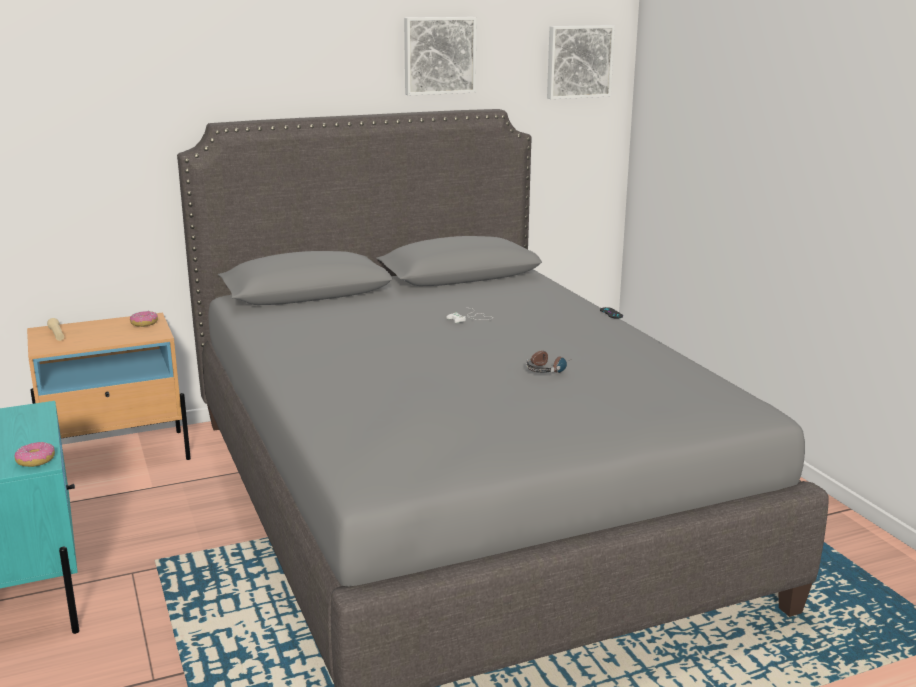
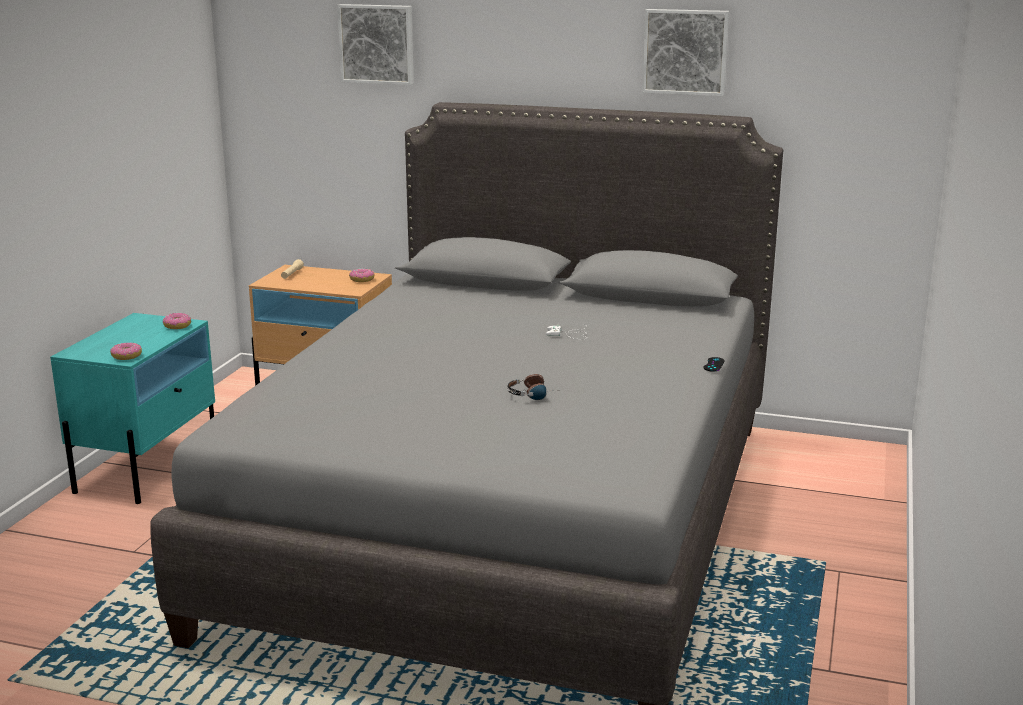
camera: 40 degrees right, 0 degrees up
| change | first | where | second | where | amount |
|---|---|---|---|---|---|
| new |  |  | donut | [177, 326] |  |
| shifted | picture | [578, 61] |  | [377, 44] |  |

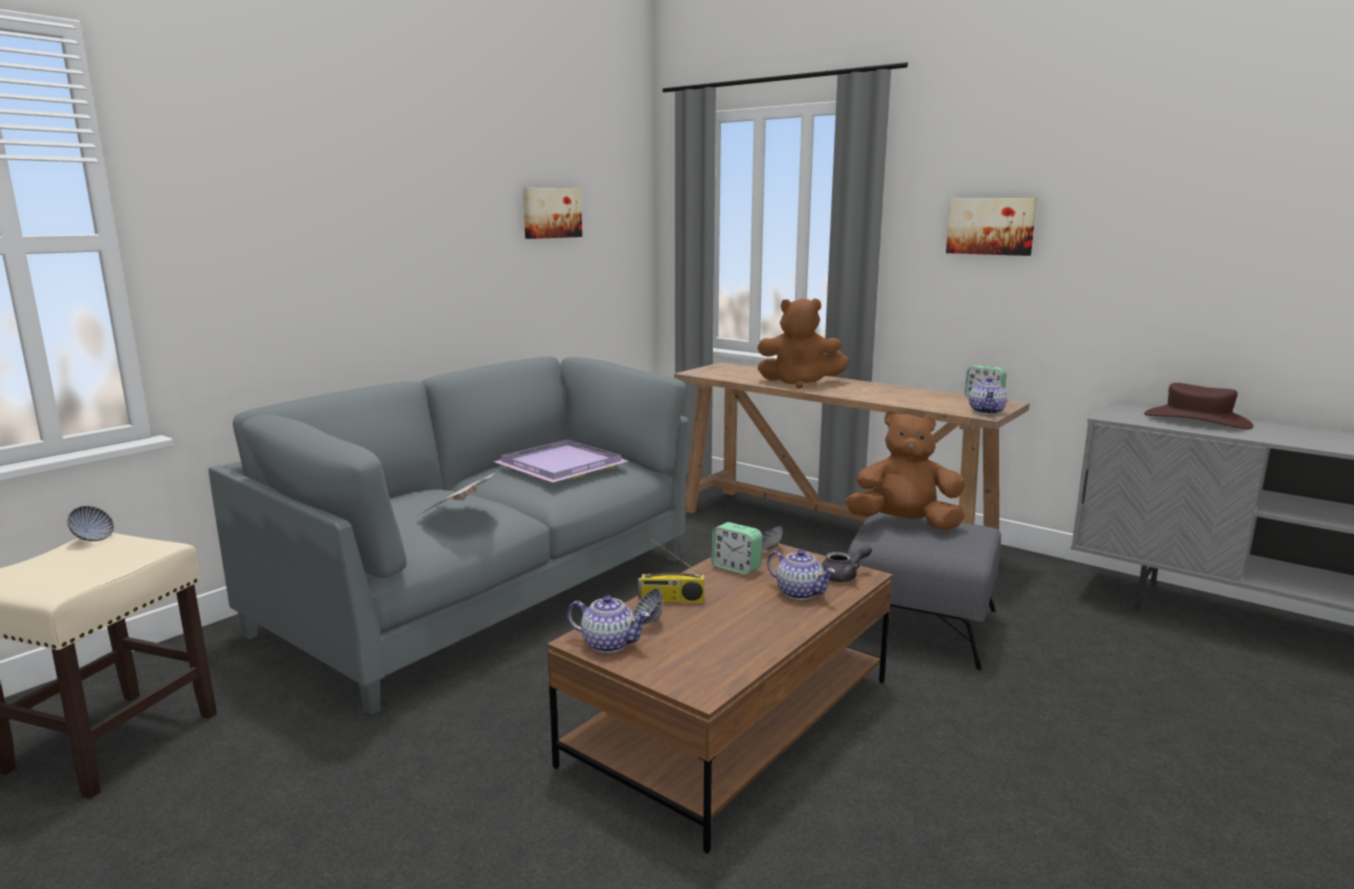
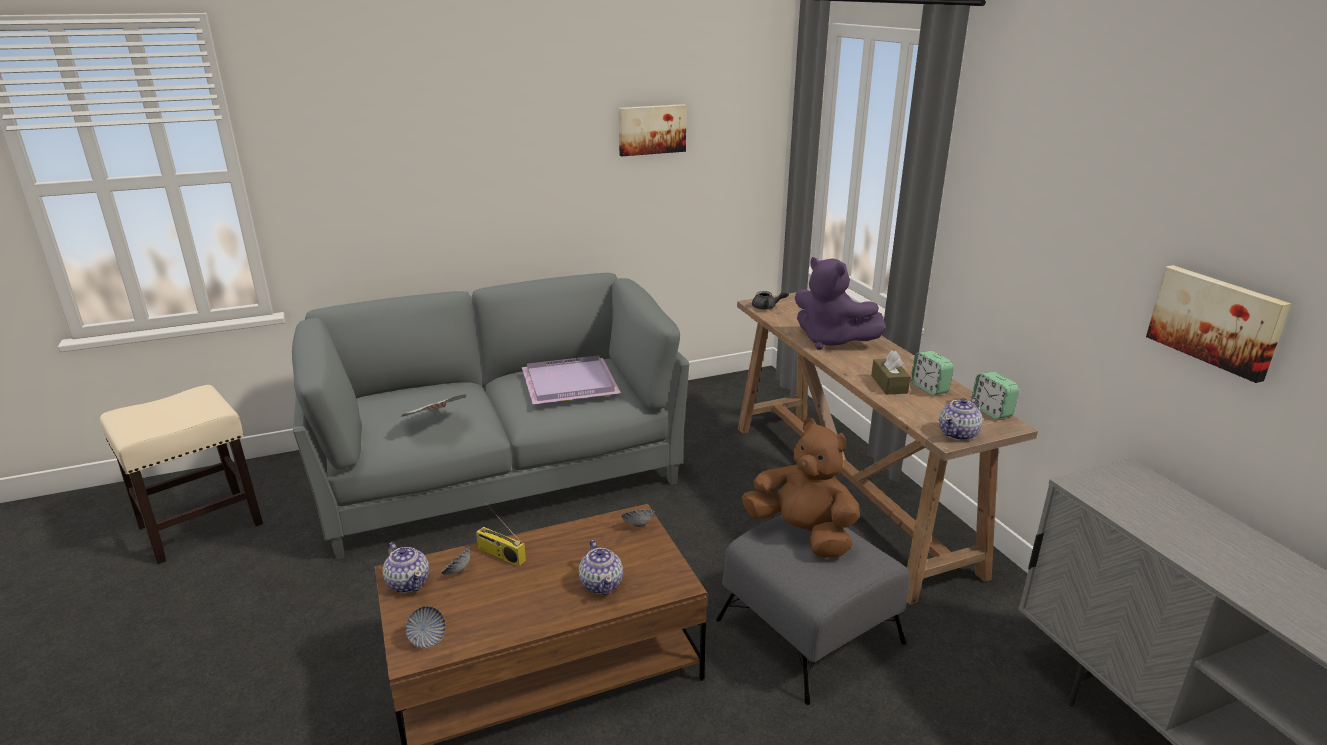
camera: 30 degrees right, 10 degrees up
| change | first | where | second | where | amount |
|---|---|---|---|---|---|
| shifted | bowl | [93, 538] |  | [427, 639] |  |
| shifted | teapot in grey | [844, 576] |  | [767, 307] |  |
| repainted | plush toy in brown | [799, 383] | plush toy in purple | [831, 341] |  |
| new |  |  | tissue box in brown | [889, 384] |  |
| shifted | alarm clock | [736, 567] |  | [929, 388] |  |
| shifted | picture | [991, 226] |  | [1216, 320] |  |
| gone | hat in brown | [1197, 420] |  |  |  |

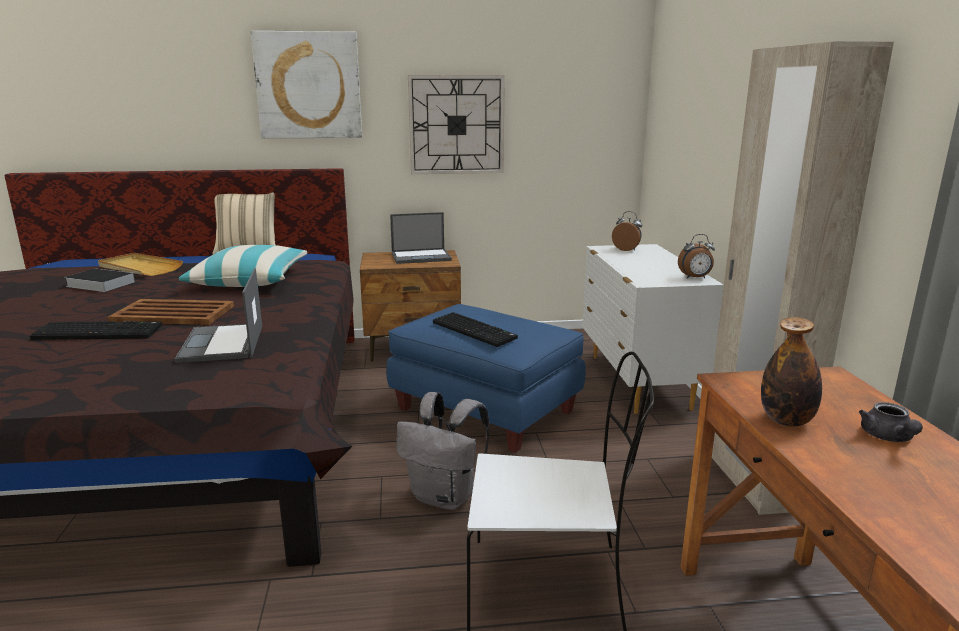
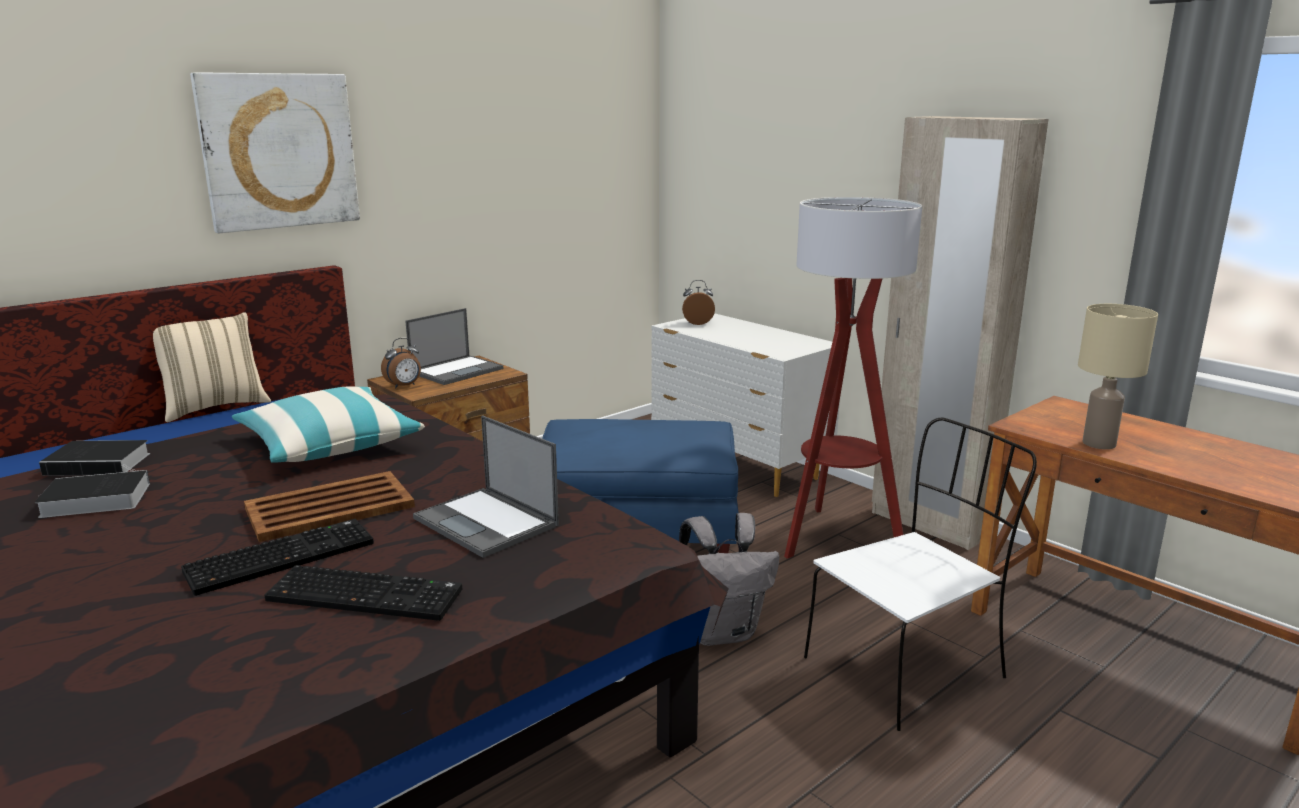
camera: 35 degrees left, 0 degrees up
| change | first | where | second | where | amount |
|---|---|---|---|---|---|
| swapped | tray in beige | [139, 268] | book | [101, 463] |  |
| shifted | keyboard | [475, 330] |  | [368, 594] |  |
| shifted | alarm clock | [695, 278] |  | [404, 386] |  |
| new |  |  | floor lamp | [835, 538] |  |
| swapped | bottle | [786, 420] | table lamp in beige | [1099, 443] |  |
| gone | wall clock | [456, 125] |  |  |  |
| gone | teapot in grey | [888, 438] |  |  |  |

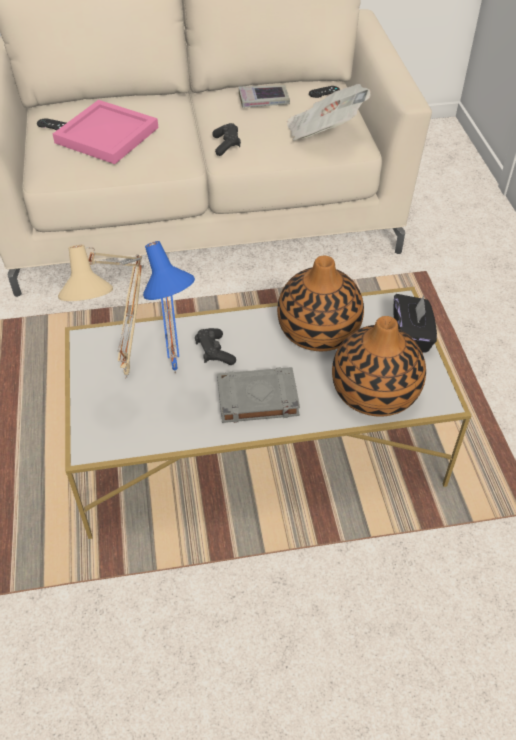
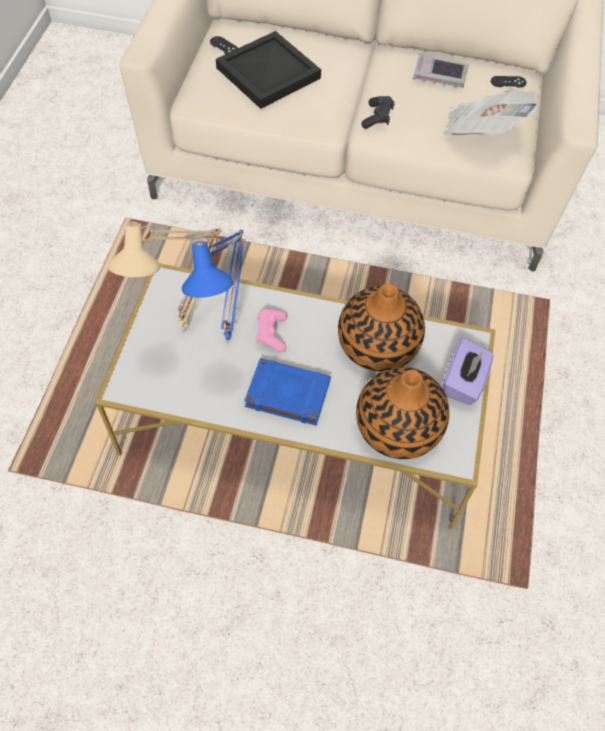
camera: 20 degrees right, 10 degrees up
| change | first | where | second | where | amount |
|---|---|---|---|---|---|
| repainted | tray in pink | [108, 135] | tray in black | [270, 73] |  |
| repainted | book in grey | [256, 399] | book in blue | [286, 394] |  |
| repainted | game controller in black | [214, 352] | game controller in pink | [271, 334] |  |
| repainted | tissue box in black | [411, 336] | tissue box in purple | [463, 382] |  |

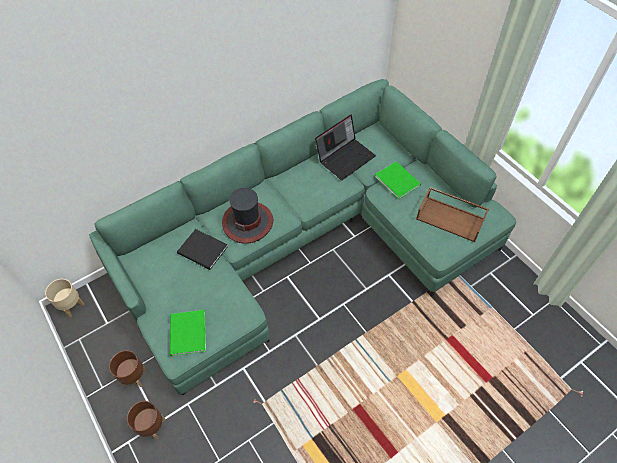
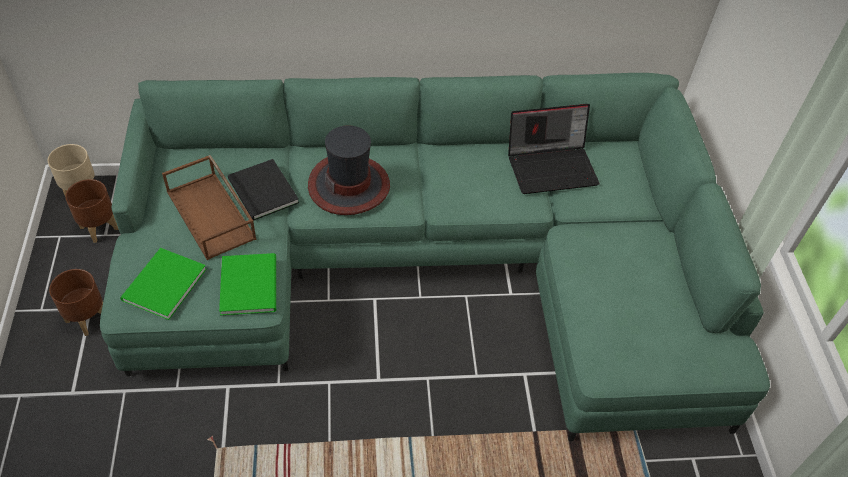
camera: 25 degrees right, 5 degrees down
| change | first | where | second | where | amount |
|---|---|---|---|---|---|
| shifted | planter in brown | [152, 426] |  | [100, 227] |  |
| shifted | tray in brown | [451, 218] |  | [212, 215] |  |
| shifted | book in green | [397, 179] |  | [251, 283] |  |

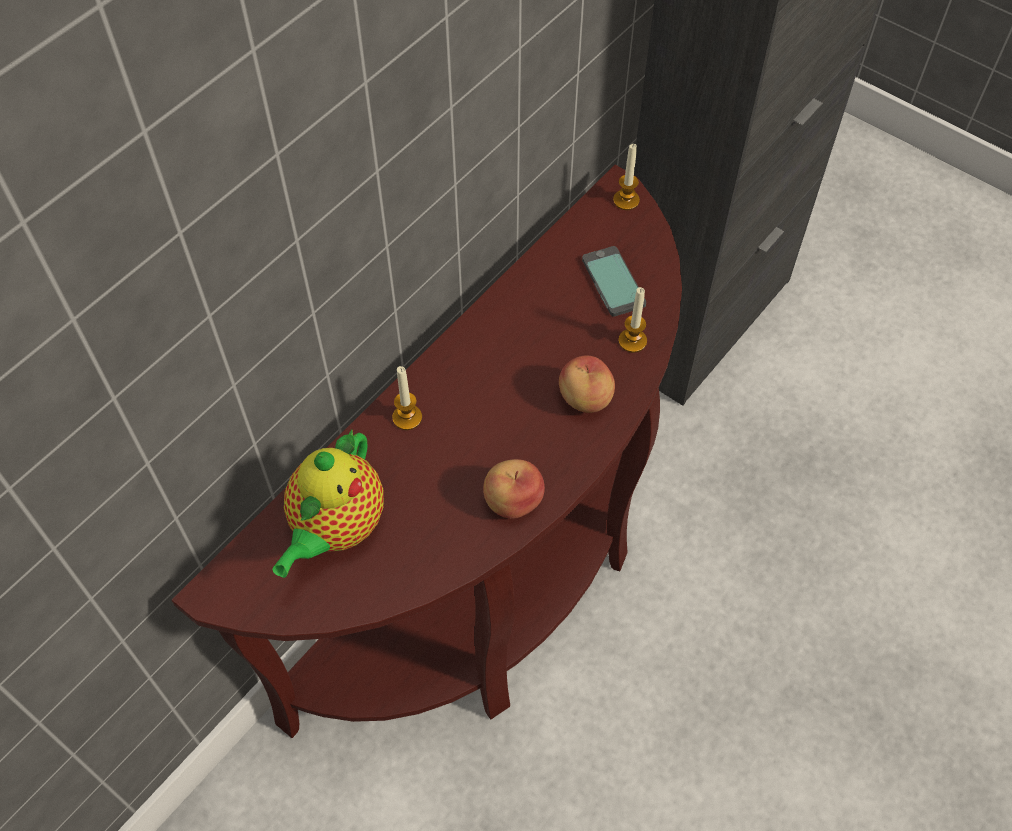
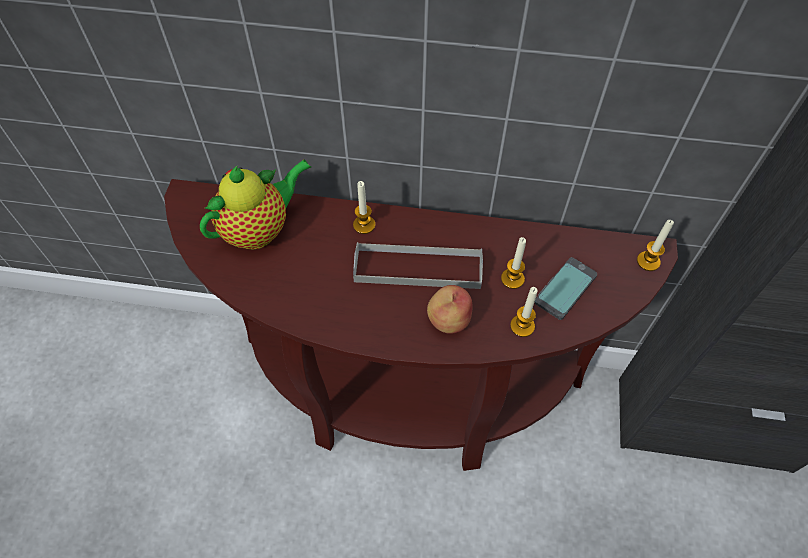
camera: 60 degrees right, 0 degrees up
| change | first | where | second | where | amount |
|---|---|---|---|---|---|
| rotated | teapot | [335, 528] |  | [260, 230] | 150 degrees clockwise |
| new |  |  | tray in grey | [418, 268] |  |
| new |  |  | candle | [512, 279] |  |
| gone | apple | [513, 500] |  |  |  |

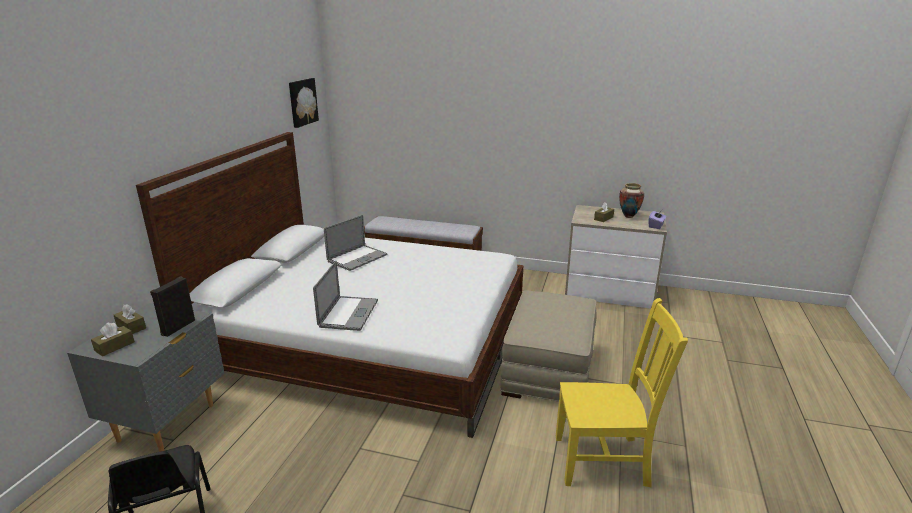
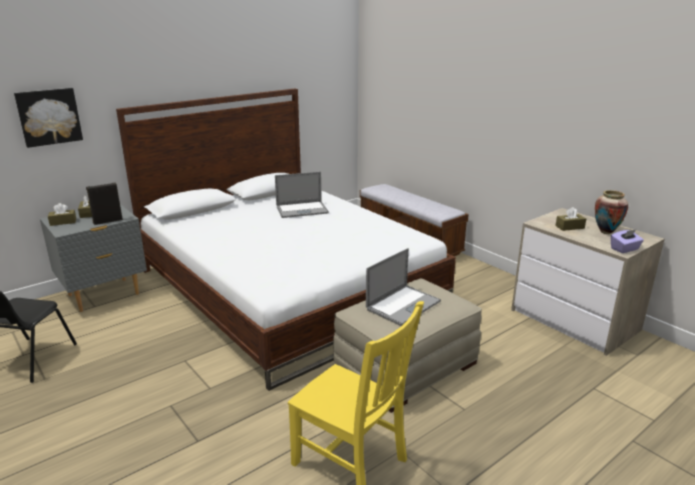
camera: 35 degrees right, 0 degrees up
| change | first | where | second | where | amount |
|---|---|---|---|---|---|
| shifted | picture | [302, 102] |  | [49, 116] |  |
| shifted | laptop | [348, 313] |  | [403, 305] |  |

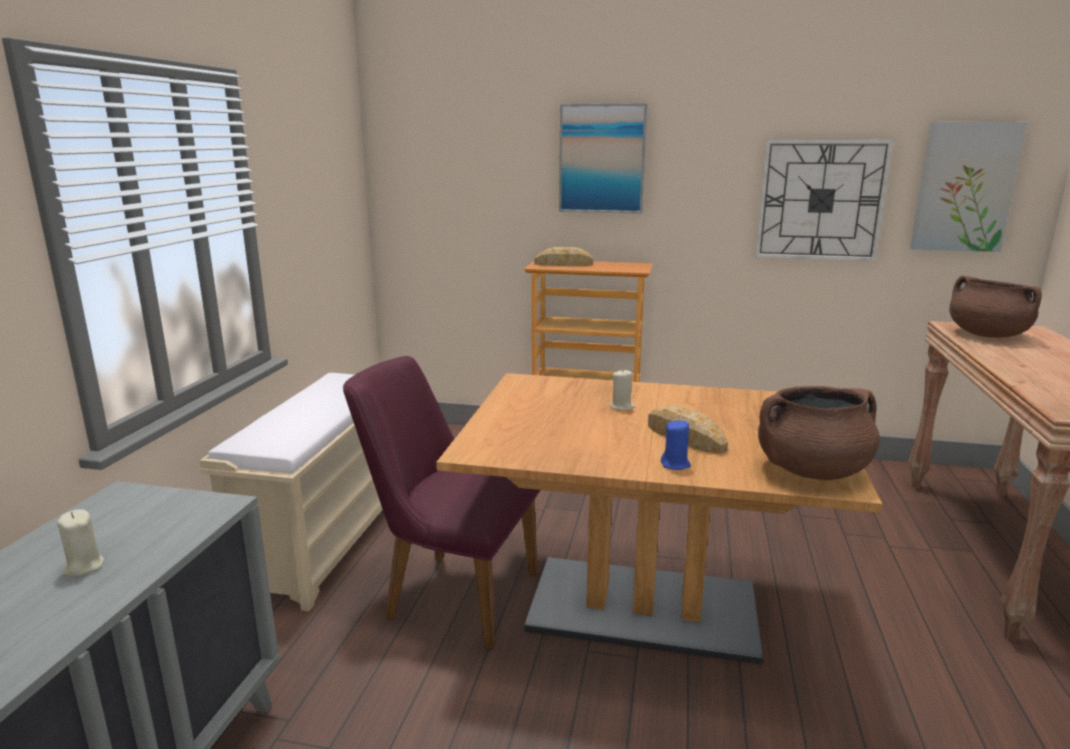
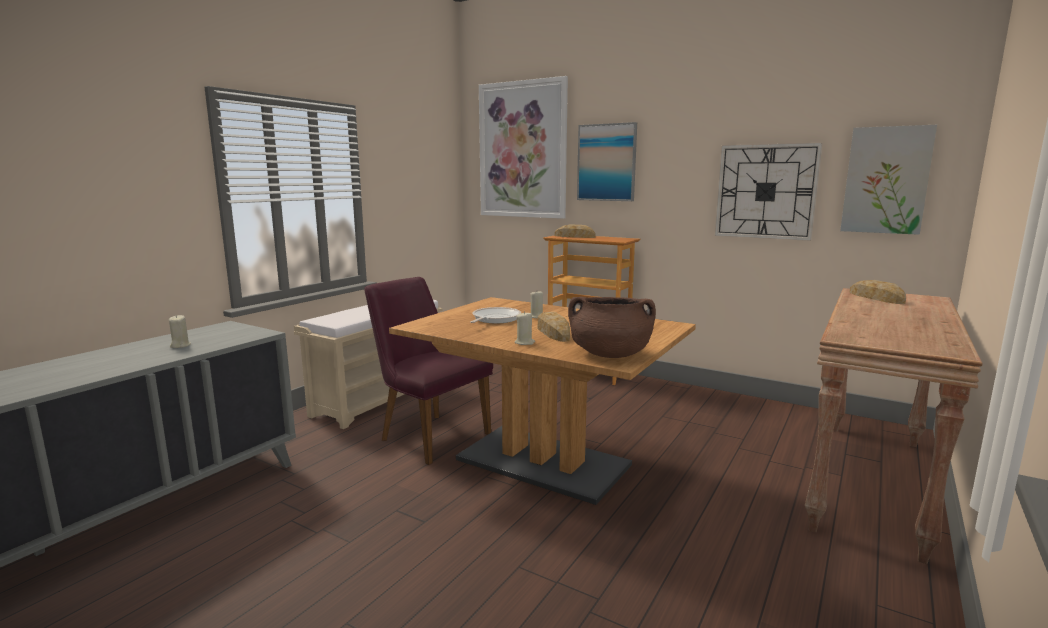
camera: 20 degrees right, 5 degrees down
| change | first | where | second | where | amount |
|---|---|---|---|---|---|
| new |  |  | frying pan | [494, 319] |  |
| new |  |  | picture | [522, 150] |  |
| repainted | candle in blue | [675, 464] | candle in beige | [524, 343] |  |
| swapped | cooking pot in brown | [986, 335] | bread | [876, 298] |  |

